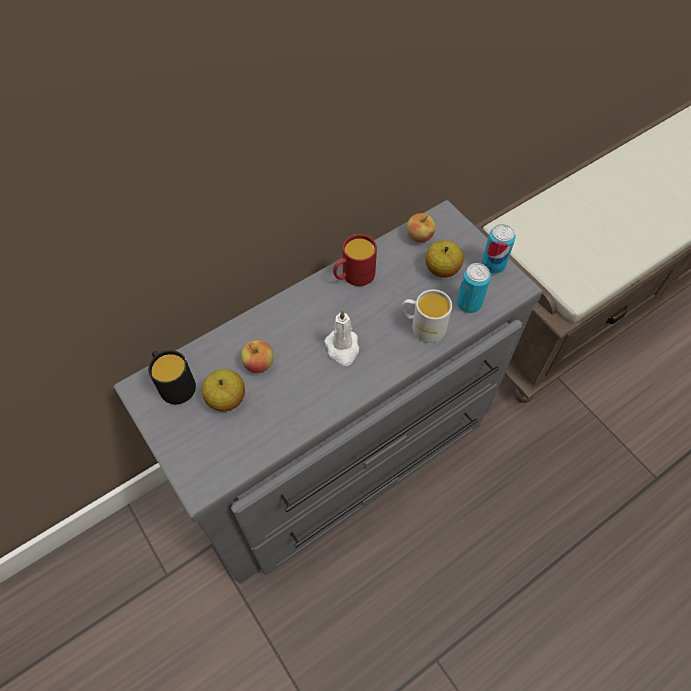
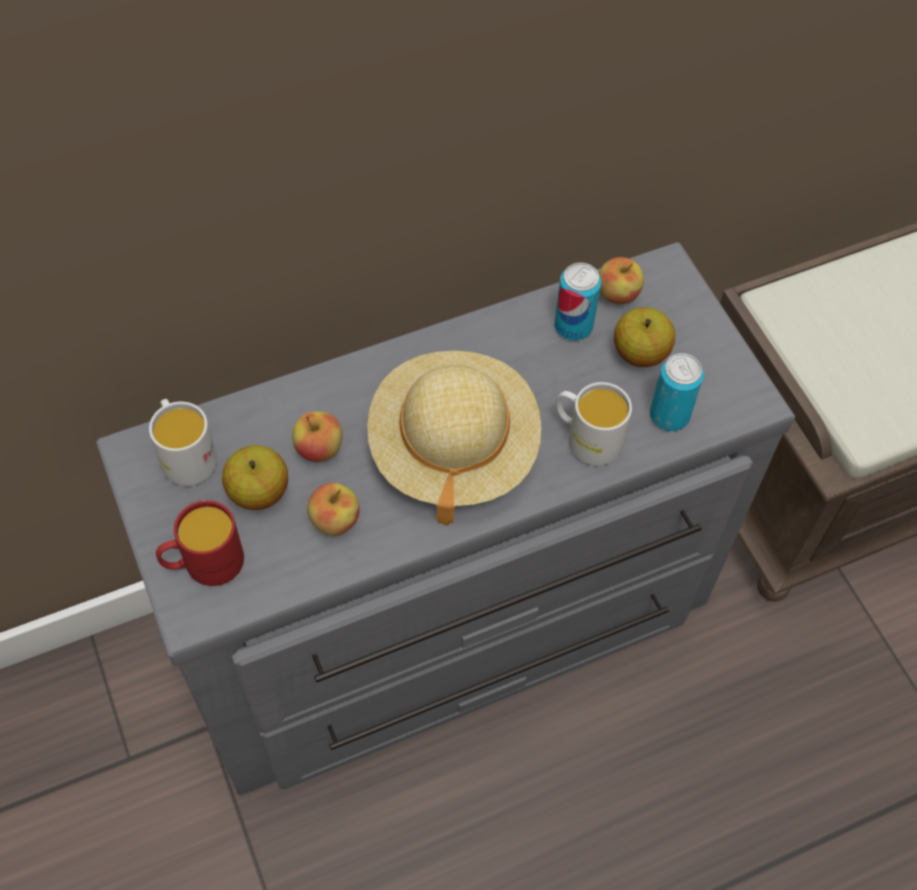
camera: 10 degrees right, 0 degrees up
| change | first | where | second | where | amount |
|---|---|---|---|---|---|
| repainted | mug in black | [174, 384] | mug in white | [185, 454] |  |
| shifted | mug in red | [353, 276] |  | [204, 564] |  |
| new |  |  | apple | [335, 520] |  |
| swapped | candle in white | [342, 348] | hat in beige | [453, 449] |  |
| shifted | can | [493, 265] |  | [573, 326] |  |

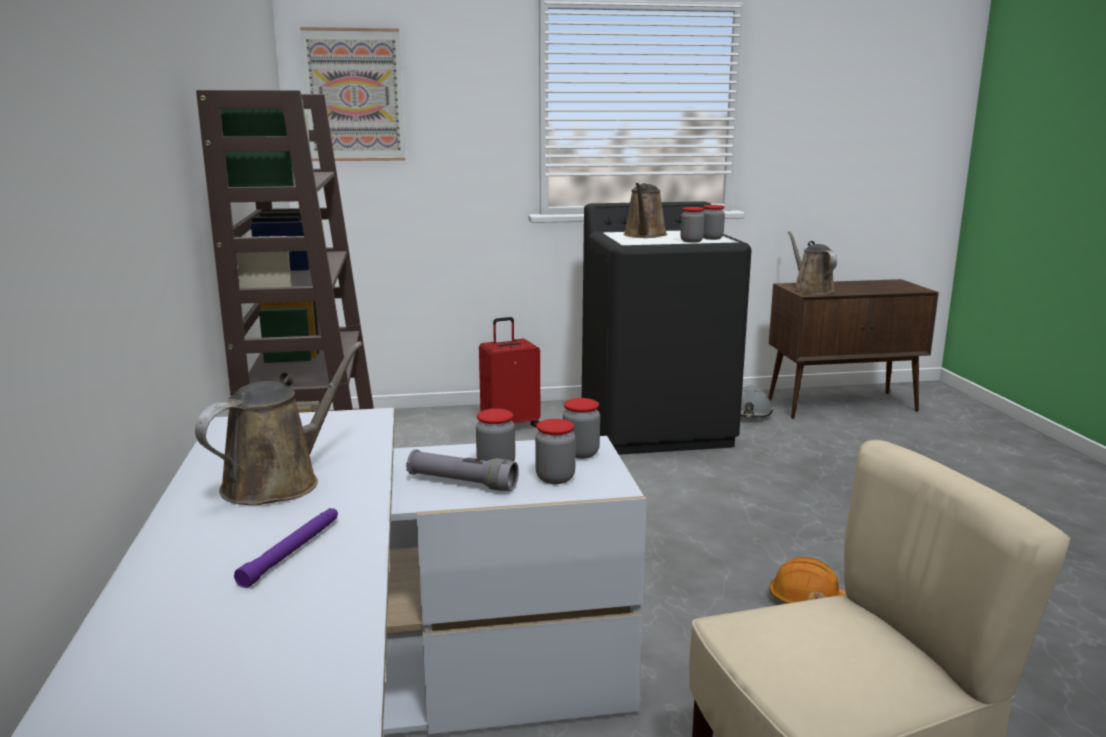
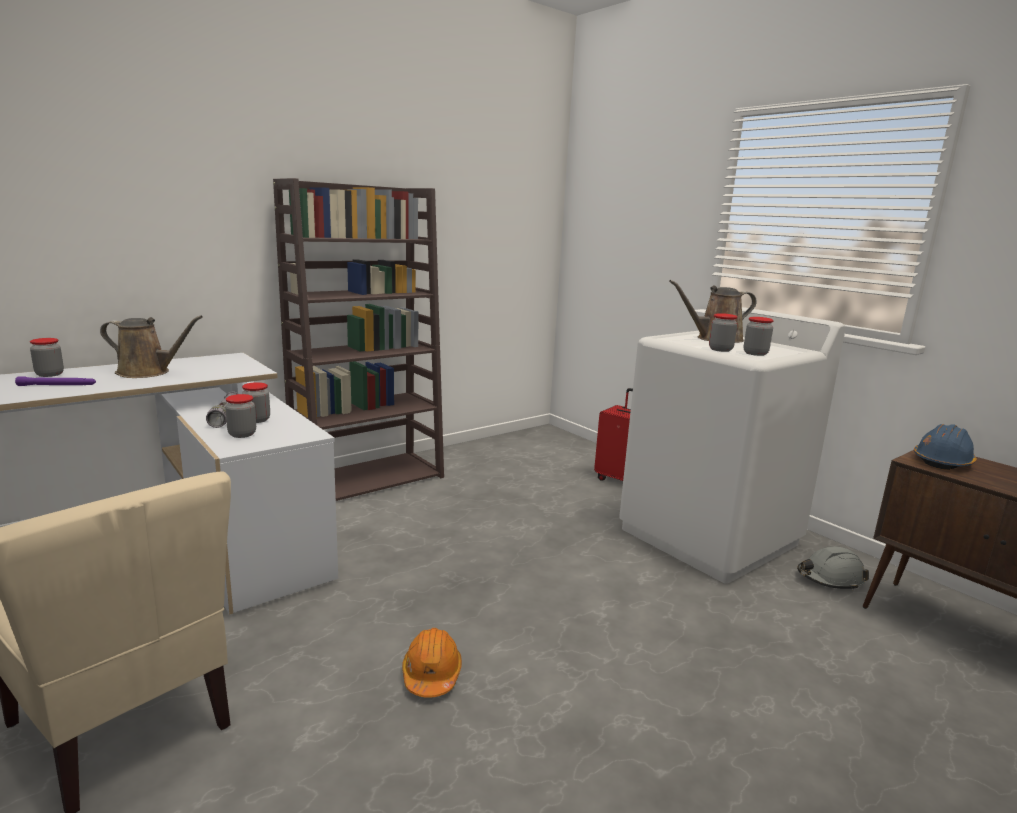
camera: 60 degrees right, 0 degrees up
| change | first | where | second | where | amount |
|---|---|---|---|---|---|
| shifted | jar | [581, 453] |  | [49, 374] |  |
| repainted | washing machine in black | [657, 428] | washing machine in white | [709, 537] |  |
| swapped | watering can in brown | [811, 289] | hard hat in blue | [943, 461] |  |
| gone | picture | [354, 95] |  |  |  |

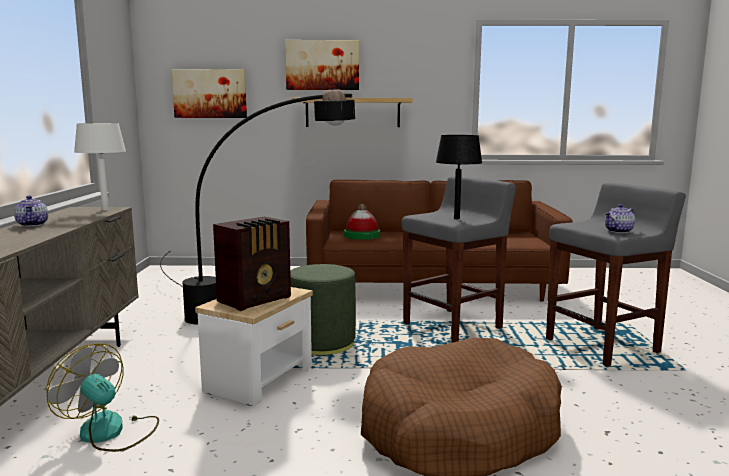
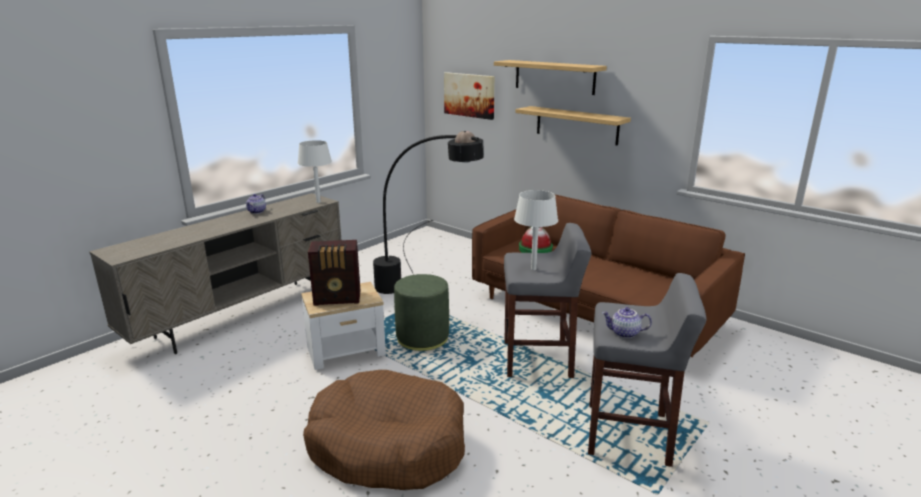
camera: 40 degrees right, 10 degrees up
| change | first | where | second | where | amount |
|---|---|---|---|---|---|
| swapped | picture | [322, 65] | shelf | [554, 77] |  |
| repainted | table lamp in black | [457, 218] | table lamp in white | [533, 269] |  |
| gone | fan | [110, 432] |  |  |  |

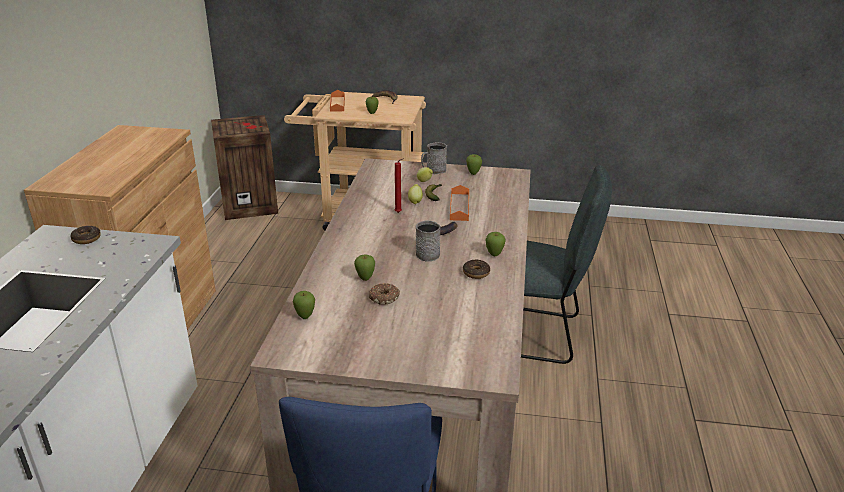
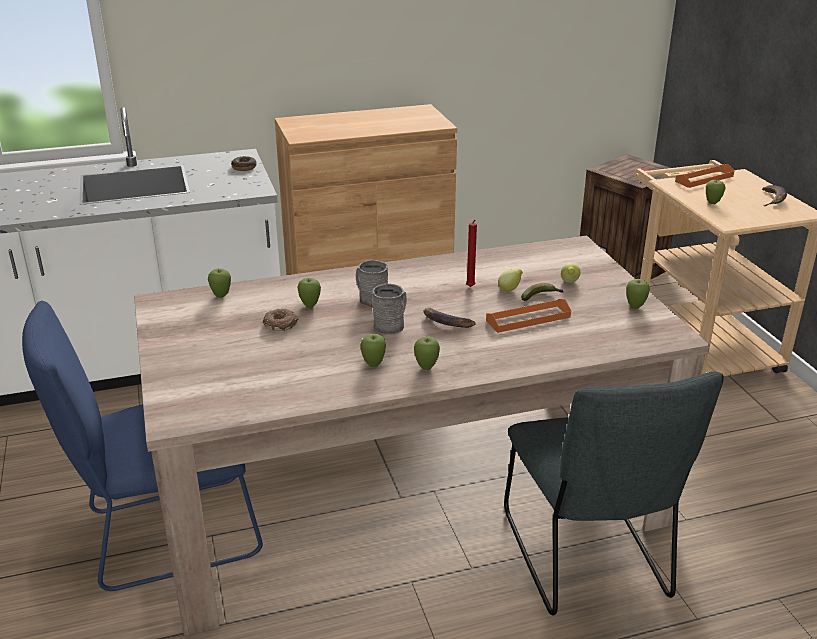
camera: 65 degrees right, 0 degrees up
| change | first | where | second | where | amount |
|---|---|---|---|---|---|
| shifted | mug in grey | [433, 170] |  | [370, 299] |  |
| swapped | donut | [476, 273] | apple | [373, 365] |  |

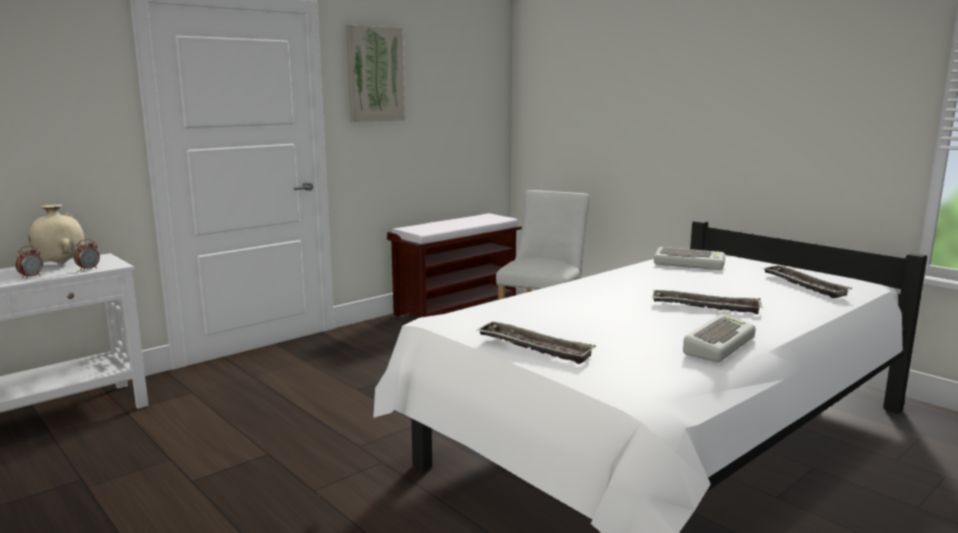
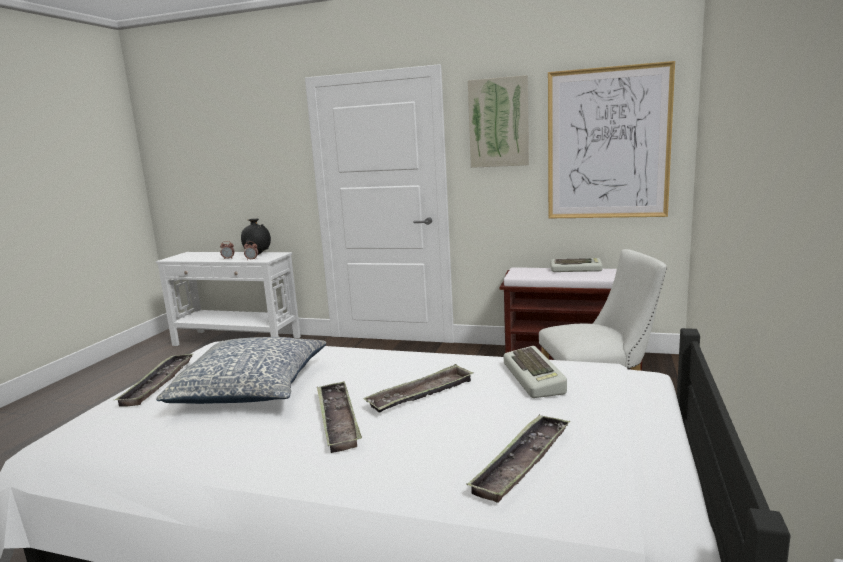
camera: 60 degrees right, 0 degrees up
| change | first | where | second | where | amount |
|---|---|---|---|---|---|
| new |  |  | pillow | [252, 389] |  |
| repainted | vase in beige | [60, 264] | vase in black | [258, 254] |  |
| new |  |  | tray | [421, 394] |  |
| new |  |  | picture | [607, 144] |  |
| shifted | keyboard | [717, 345] |  | [576, 269] |  |

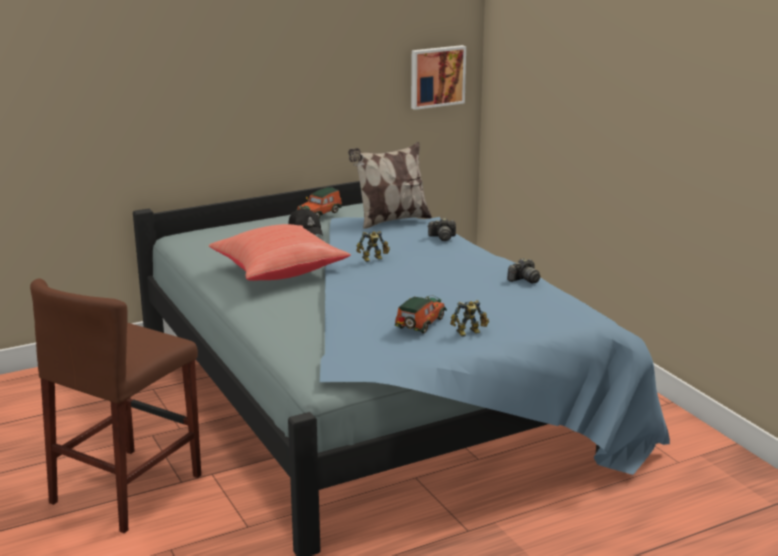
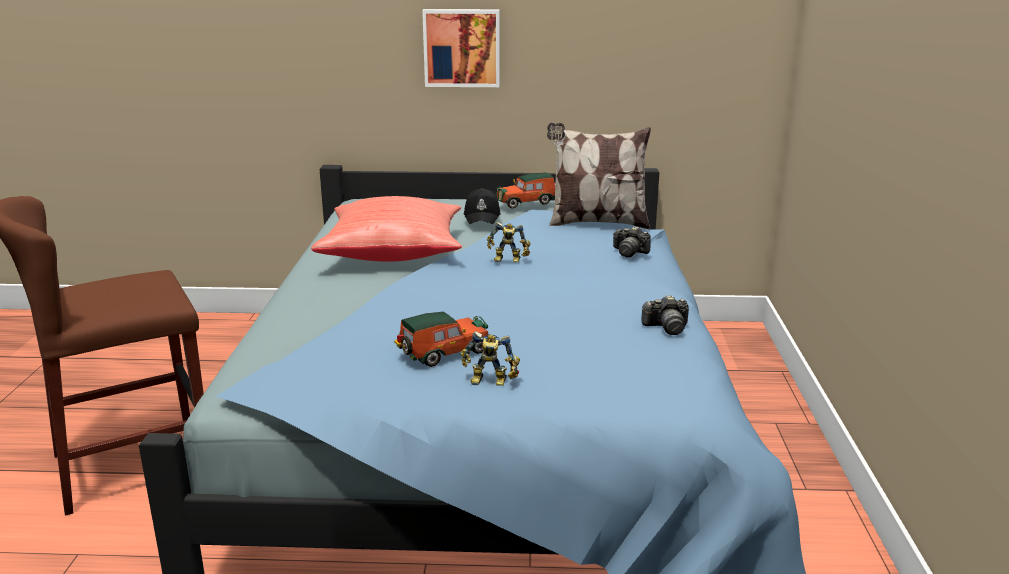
camera: 30 degrees right, 0 degrees up
| change | first | where | second | where | amount |
|---|---|---|---|---|---|
| shifted | picture | [436, 76] |  | [462, 48] |  |

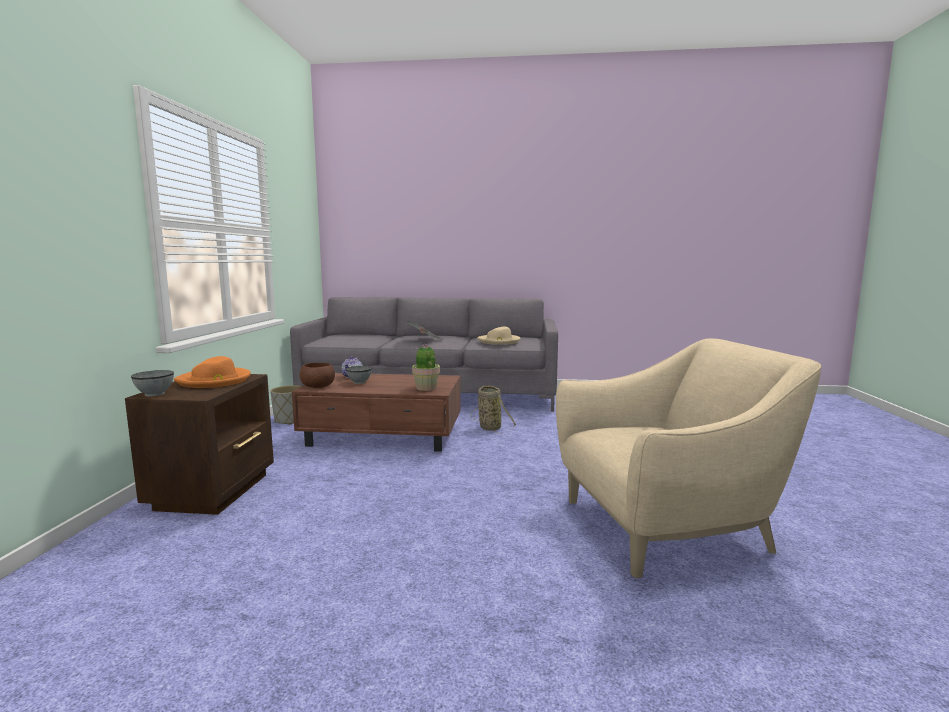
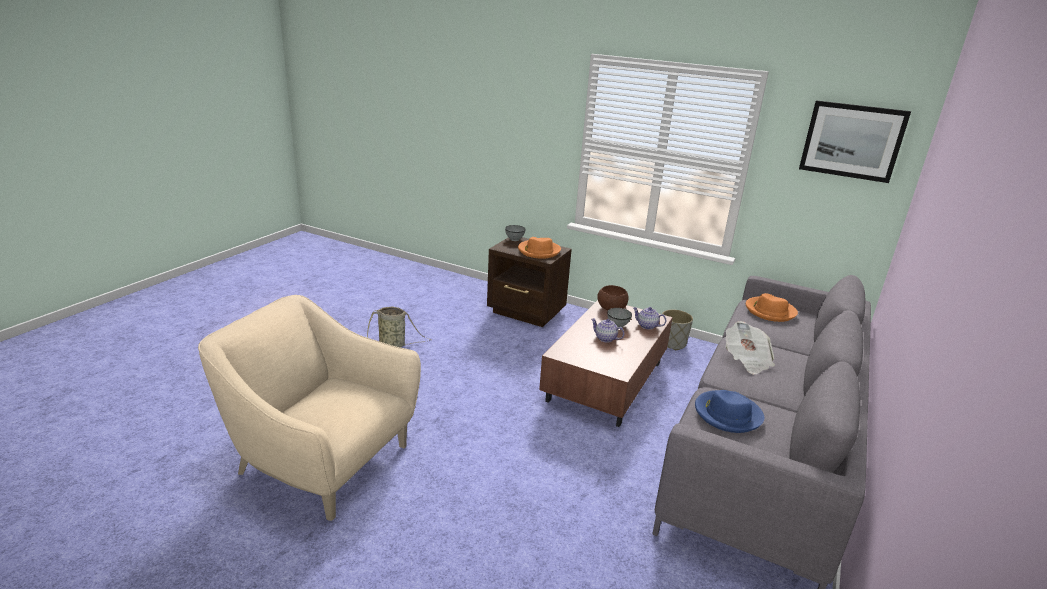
camera: 110 degrees right, 15 degrees up
| change | first | where | second | where | amount |
|---|---|---|---|---|---|
| rotated | armchair in beige | [667, 526] |  | [322, 460] | 105 degrees clockwise |
| shifted | basket | [489, 427] |  | [394, 345] |  |
| new |  |  | teapot | [605, 338] |  |
| repainted | hat in beige | [499, 341] | hat in blue | [727, 414] |  |
| new |  |  | hat in orange | [770, 311] |  |
| new |  |  | picture | [852, 141] |  |
| gone | potted plant | [426, 388] |  |  |  |

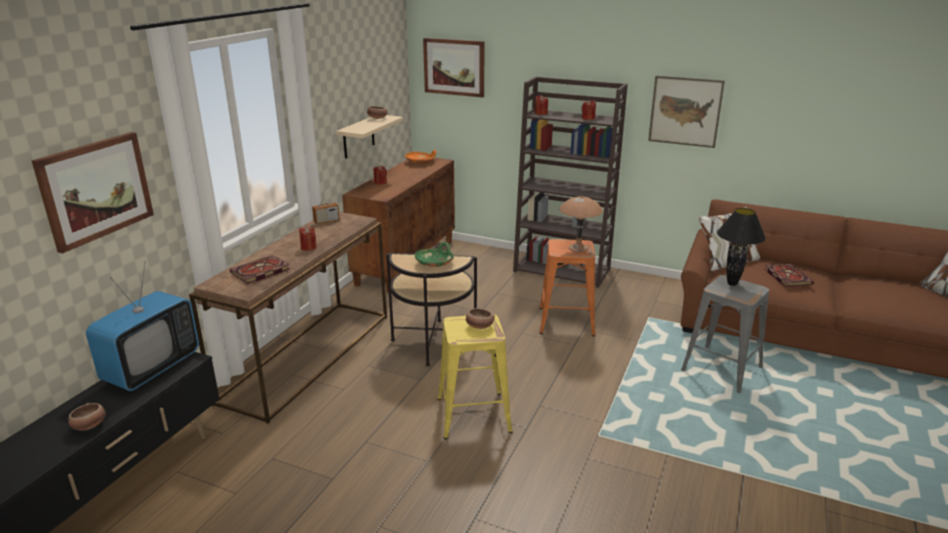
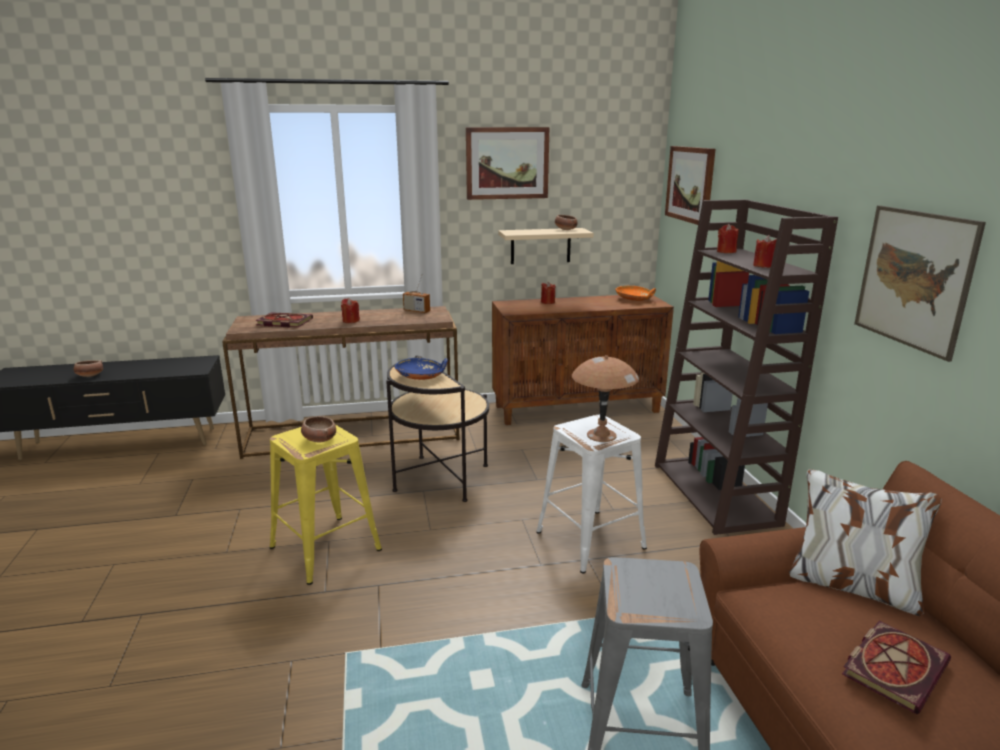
camera: 55 degrees right, 5 degrees down
| change | first | where | second | where | amount |
|---|---|---|---|---|---|
| repainted | bowl in green | [435, 263] | bowl in blue | [421, 376] |  |
| shifted | picture | [96, 189] |  | [507, 163] |  |
| repainted | stool in orange | [566, 321] | stool in white | [591, 539] |  |
| gone | television | [152, 368] |  |  |  |
| gone | table lamp in black | [732, 284] |  |  |  |

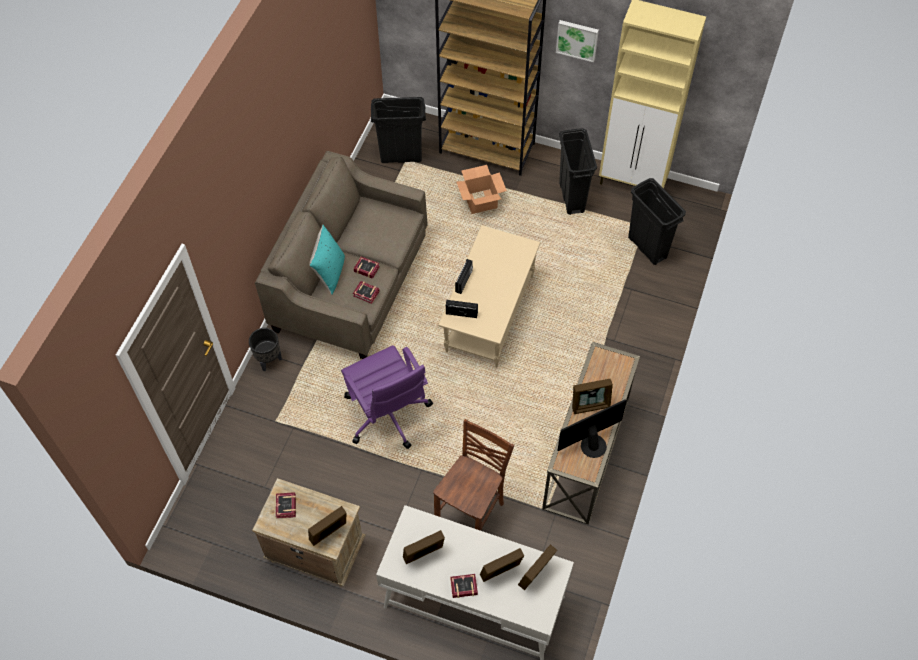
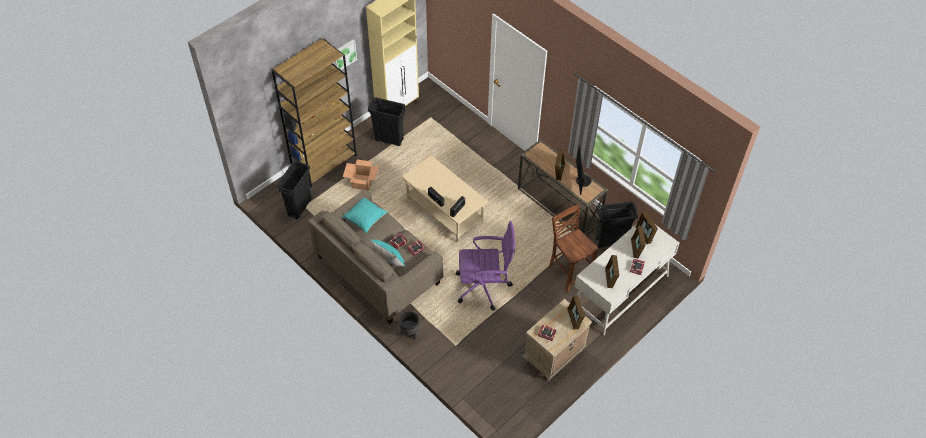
camera: 65 degrees left, 5 degrees down
| change | first | where | second | where | amount |
|---|---|---|---|---|---|
| new |  |  | pillow in turquoise | [365, 218] |  |
| shifted | trash can in black | [647, 247] |  | [611, 241] |  |

